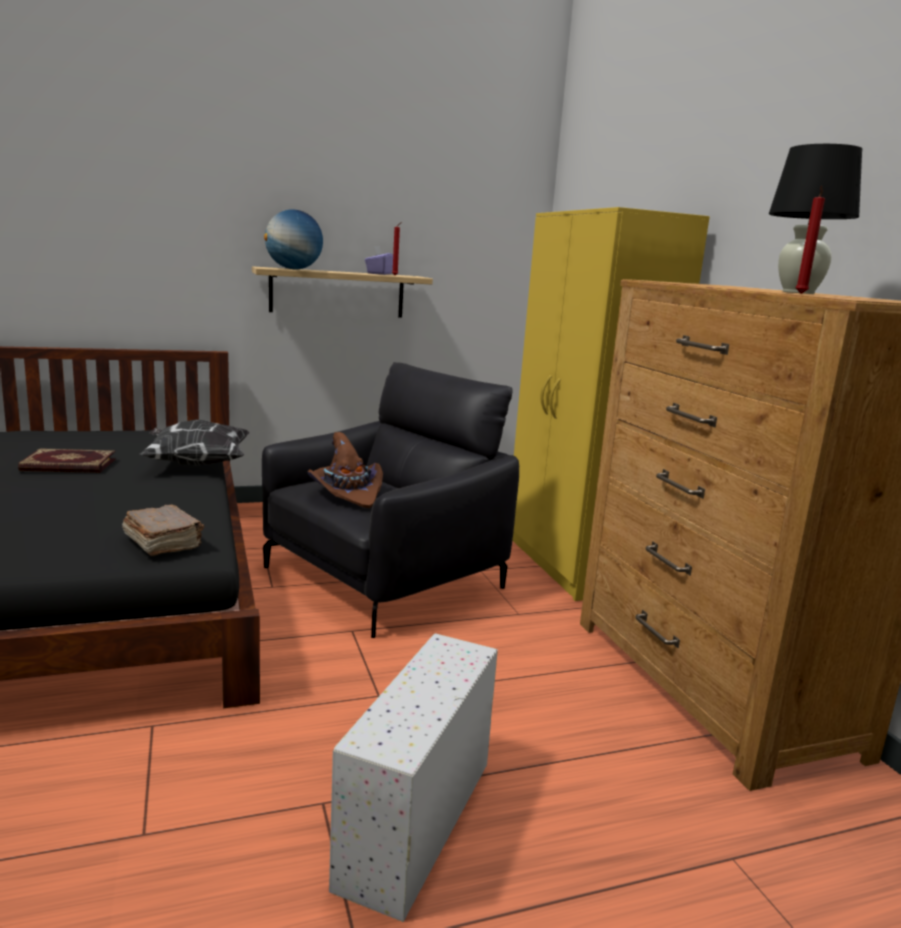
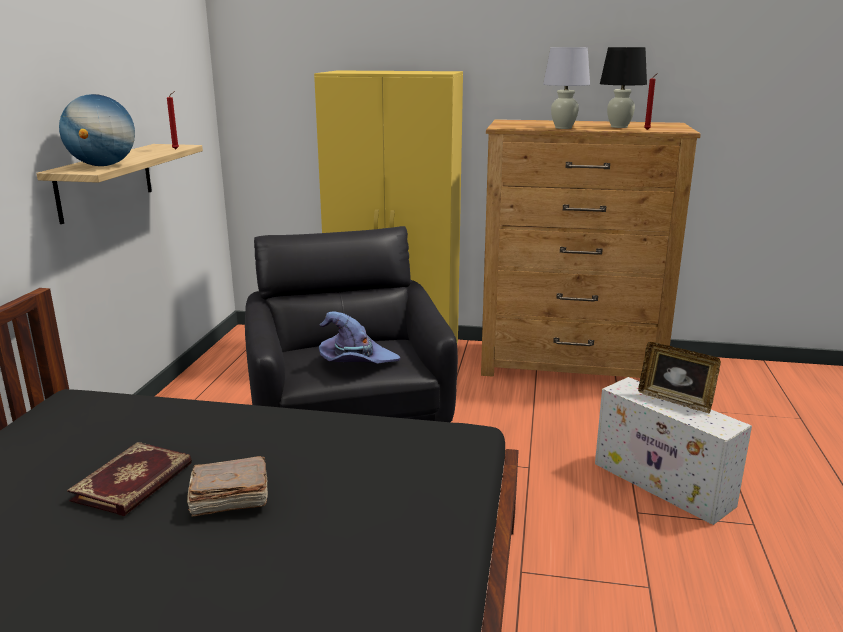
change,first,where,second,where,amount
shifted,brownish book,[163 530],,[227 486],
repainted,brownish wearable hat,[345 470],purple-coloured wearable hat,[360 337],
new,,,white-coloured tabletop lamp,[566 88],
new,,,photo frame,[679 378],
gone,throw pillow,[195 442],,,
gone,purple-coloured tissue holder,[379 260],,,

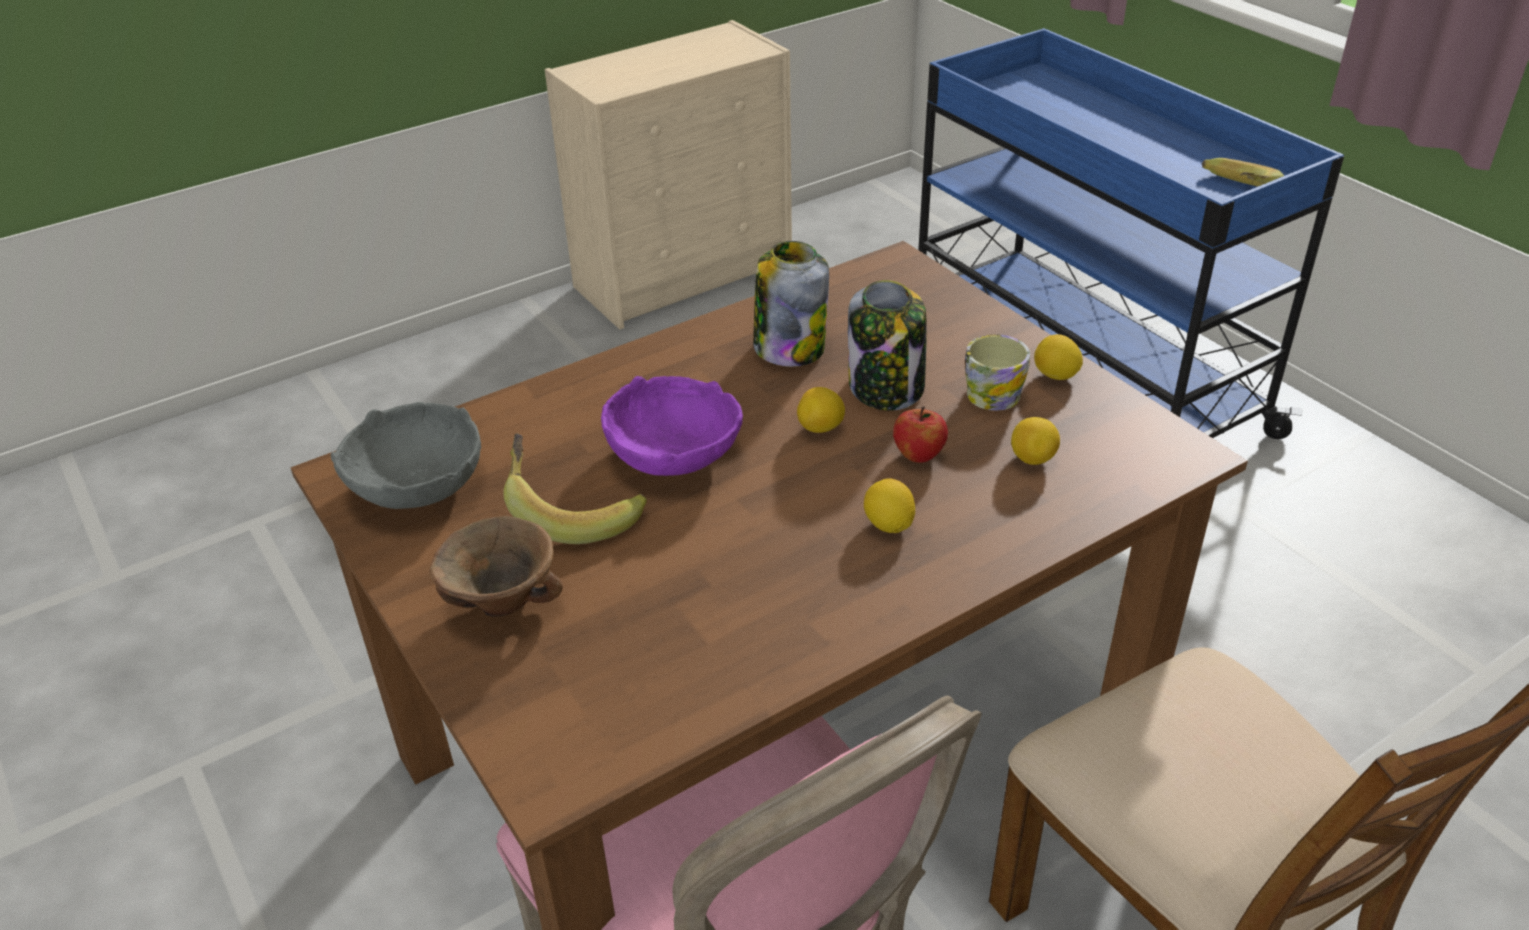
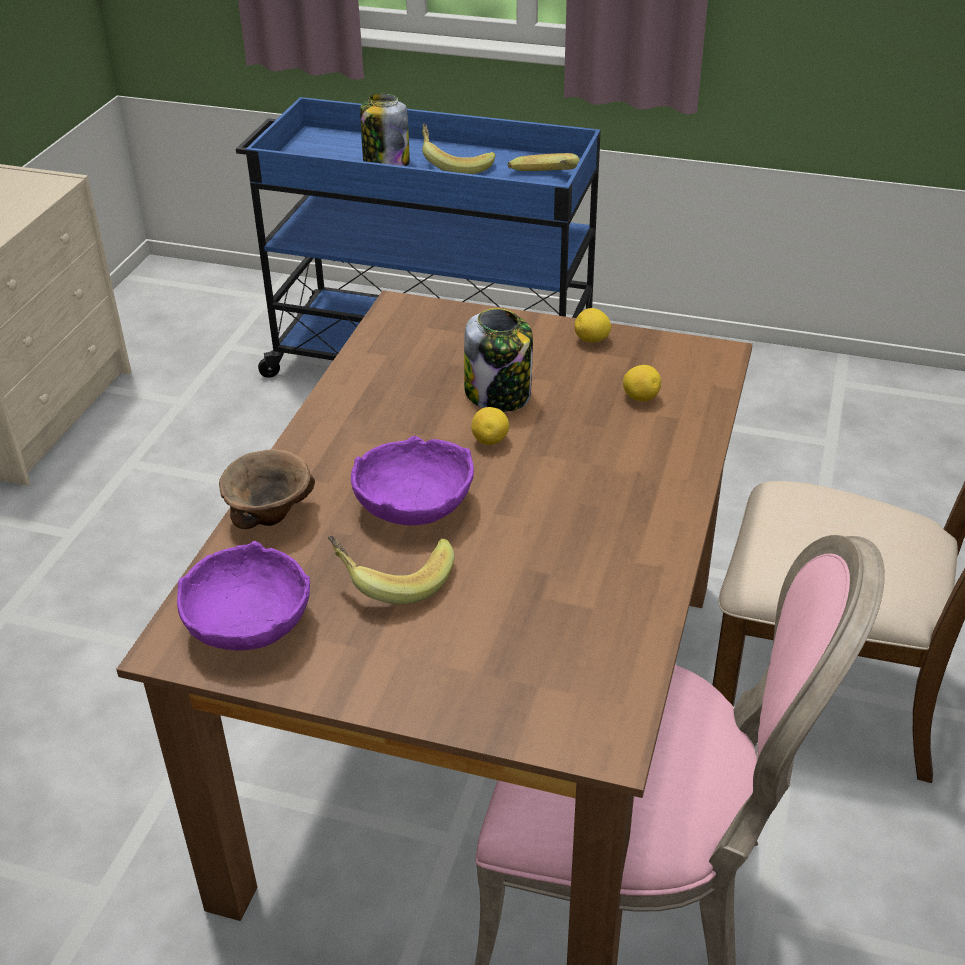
change,first,where,second,where,amount
repainted,grey serving bowl,[406 455],purple-coloured serving bowl,[243 596],
shifted,brownish serving bowl,[496 566],,[267 489],
shifted,jar,[791 304],,[385 129],
new,,,banana fruit,[459 149],
gone,whole lemon,[889 505],,,
gone,whole apple,[920 434],,,
gone,tea mug,[997 372],,,

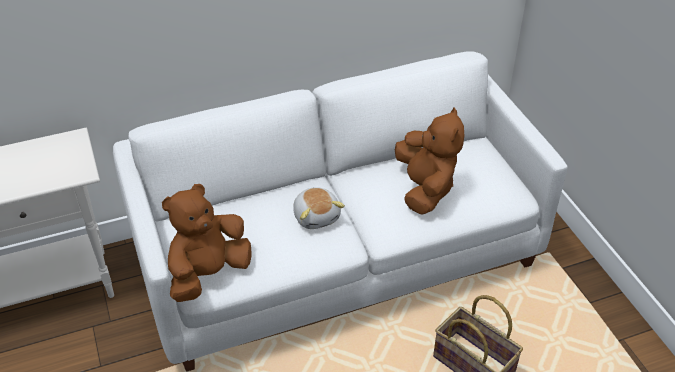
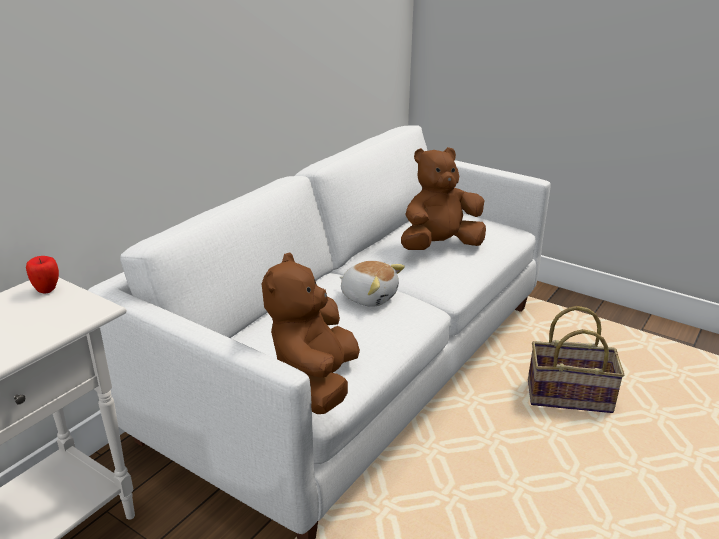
change,first,where,second,where,amount
new,,,whole apple,[42 275],
rotated,brownish plush toy,[429 161],,[443 198],75 degrees counterclockwise

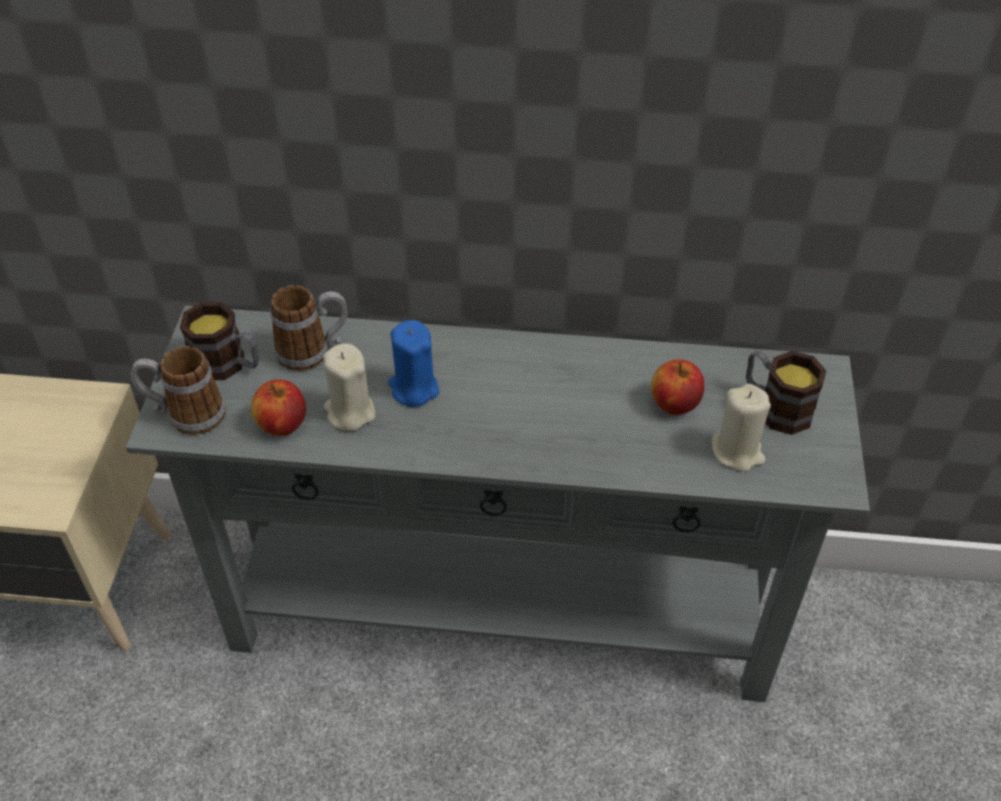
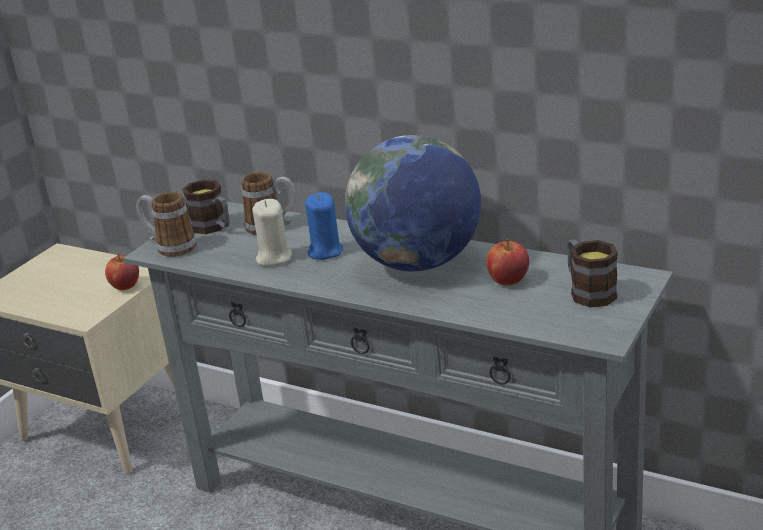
change,first,where,second,where,amount
shifted,whole apple,[278 407],,[122 271],
new,,,desk globe,[413 203],
gone,beige-coloured wax light,[741 428],,,

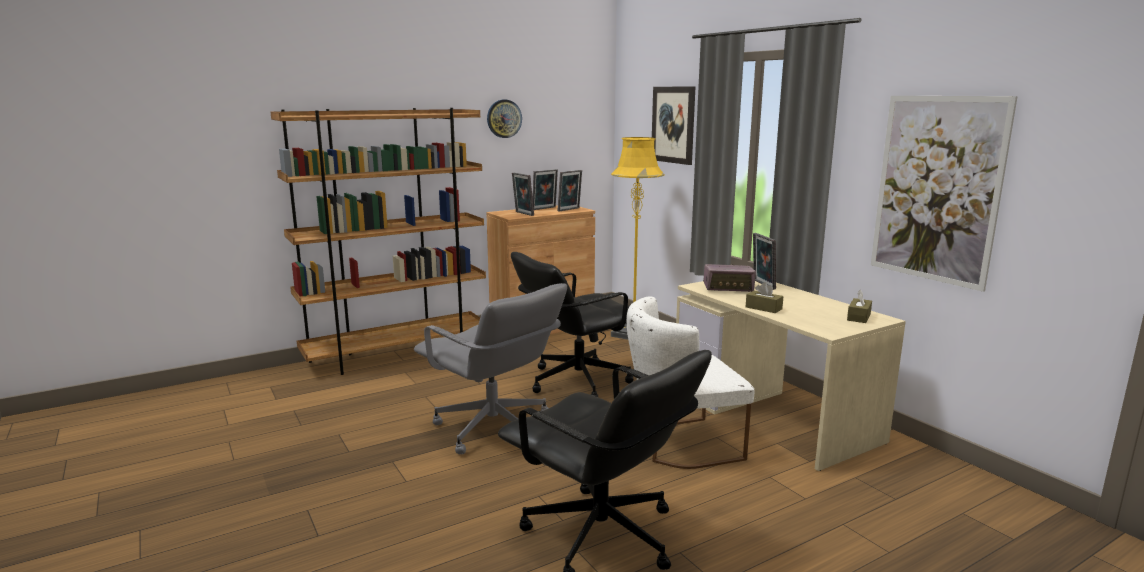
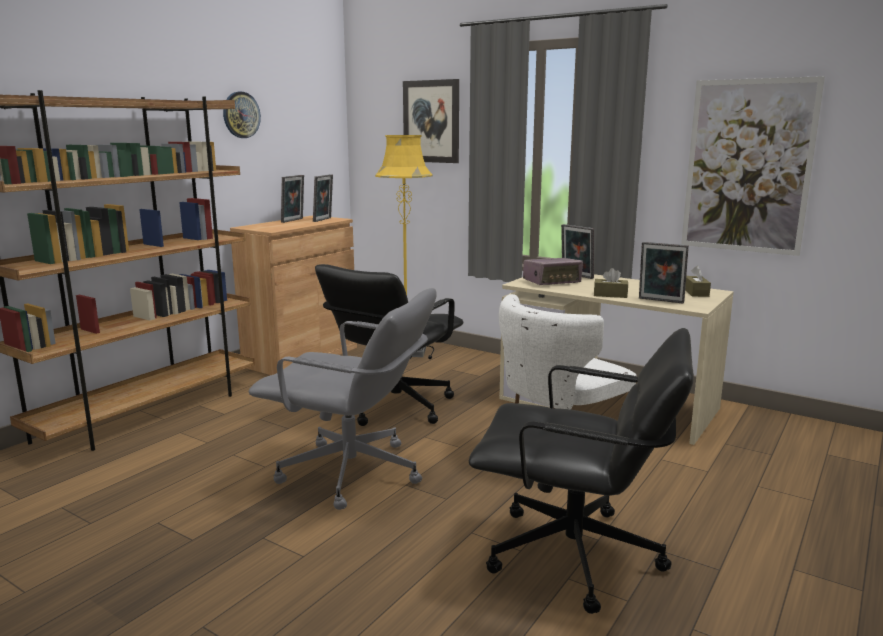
change,first,where,second,where,amount
shifted,photo frame,[523 194],,[664 273],

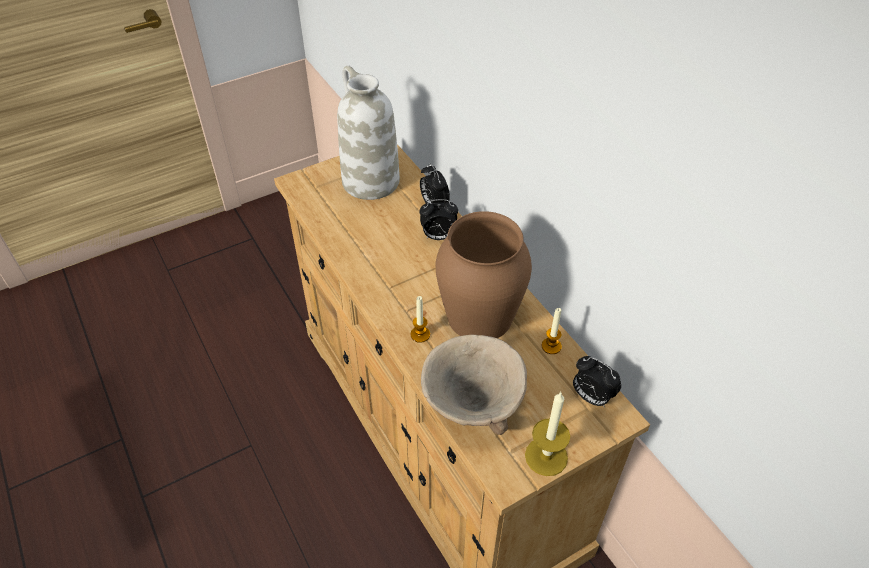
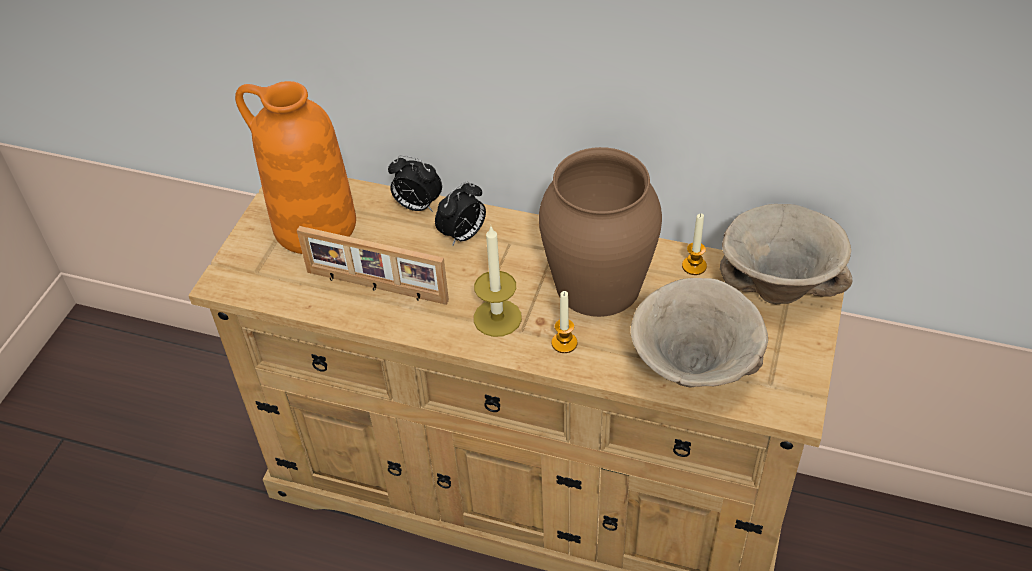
change,first,where,second,where,amount
repainted,white-coloured flower vase,[368 132],orangey flower vase,[295 167],
new,,,photo frame,[373 265],
shifted,wax light,[547 433],,[498 281],
swapped,bedside clock,[597 381],beige-coloured serving bowl,[786 254],

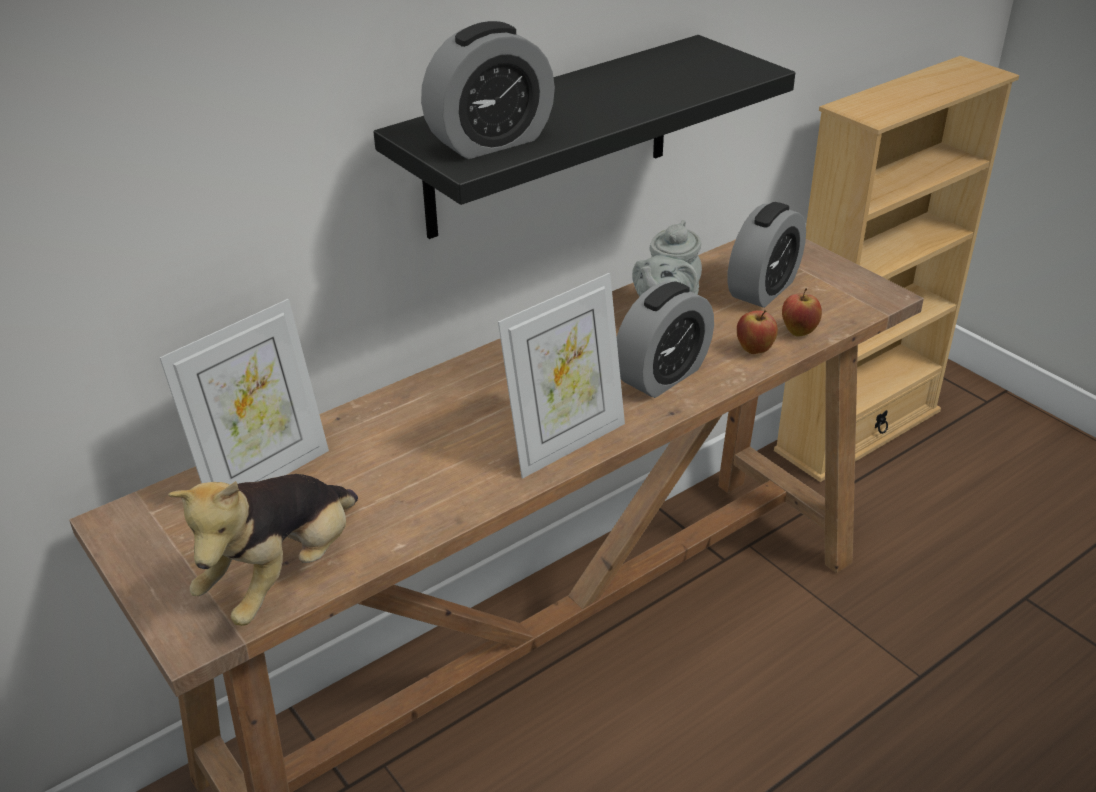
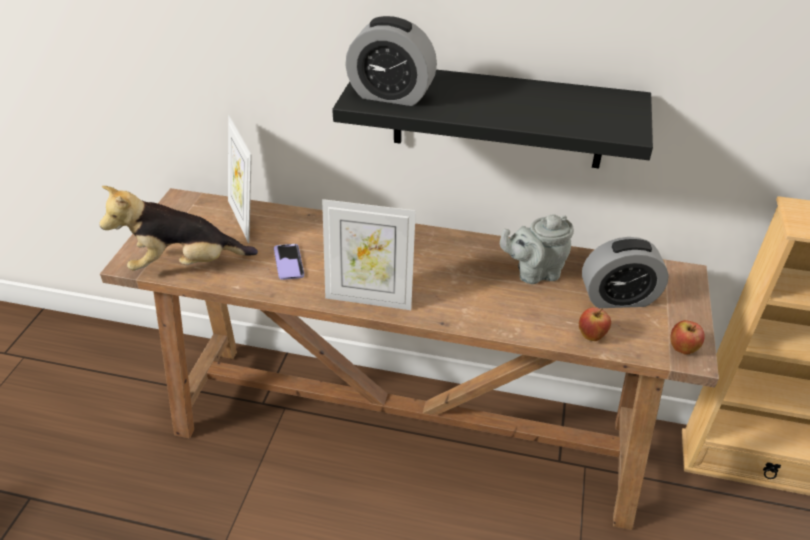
change,first,where,second,where,amount
rotated,photo frame,[244 391],,[240 179],60 degrees clockwise
new,,,telephone,[289 262],
shifted,whole apple,[757 332],,[687 337],
gone,bedside clock,[665 339],,,

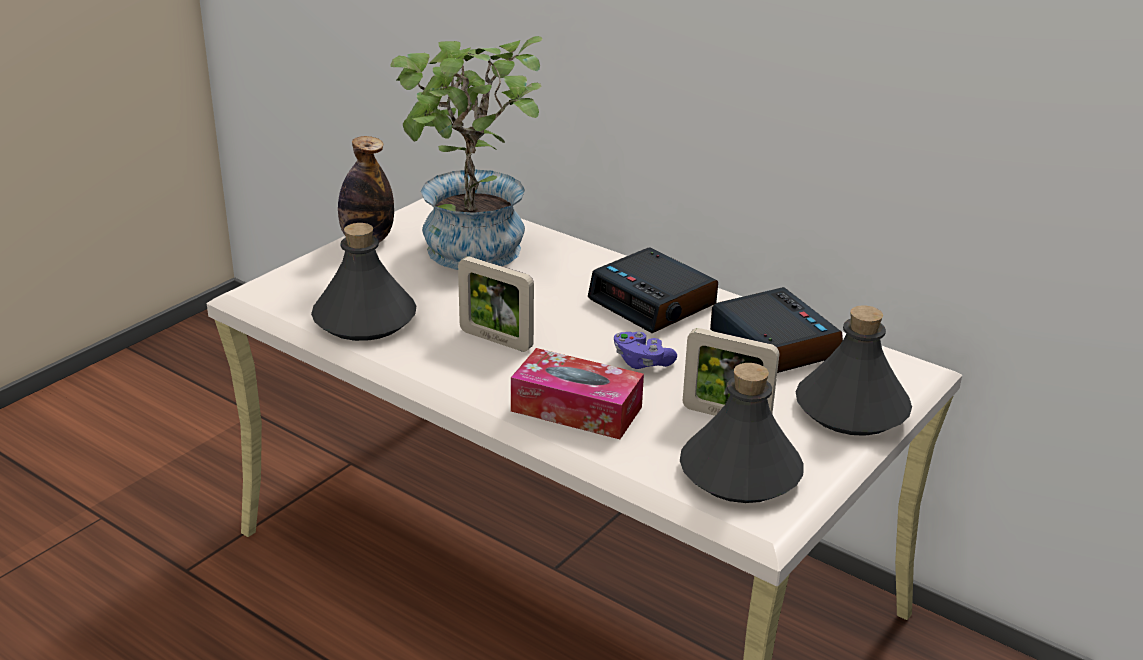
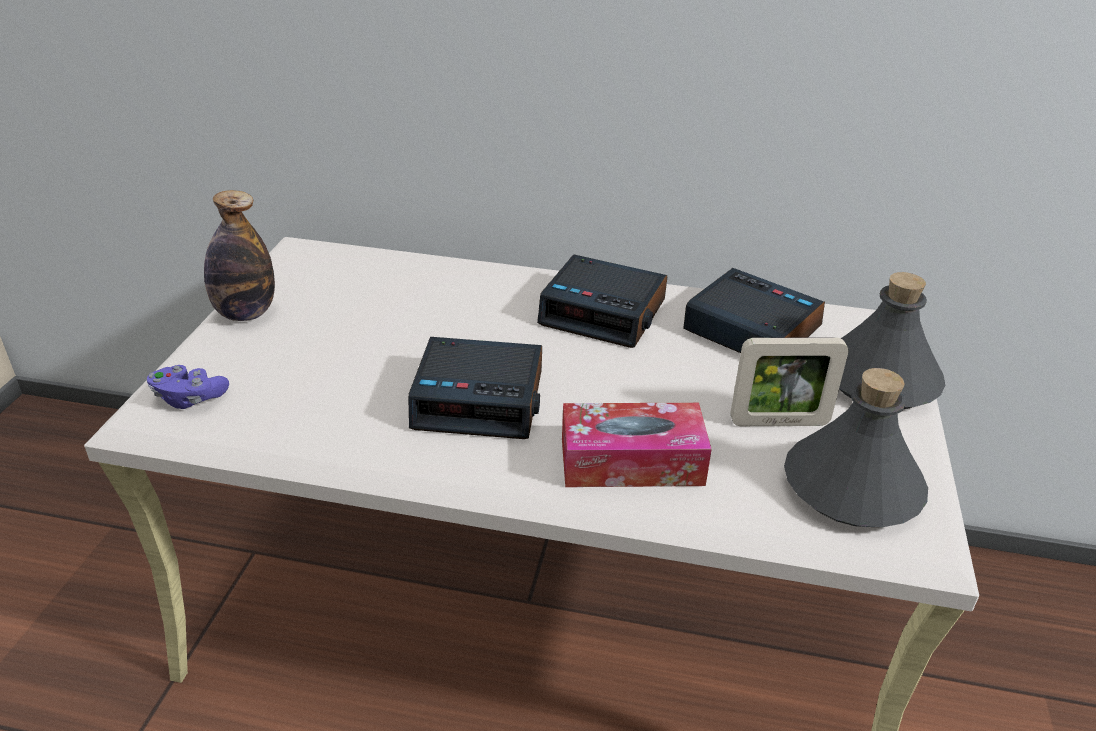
change,first,where,second,where,amount
shifted,purple-coloured game controller,[645 350],,[188 387],
swapped,photo frame,[496 304],bedside clock,[475 388],
gone,grey bottle,[363 282],,,
gone,potted plant,[466 153],,,

